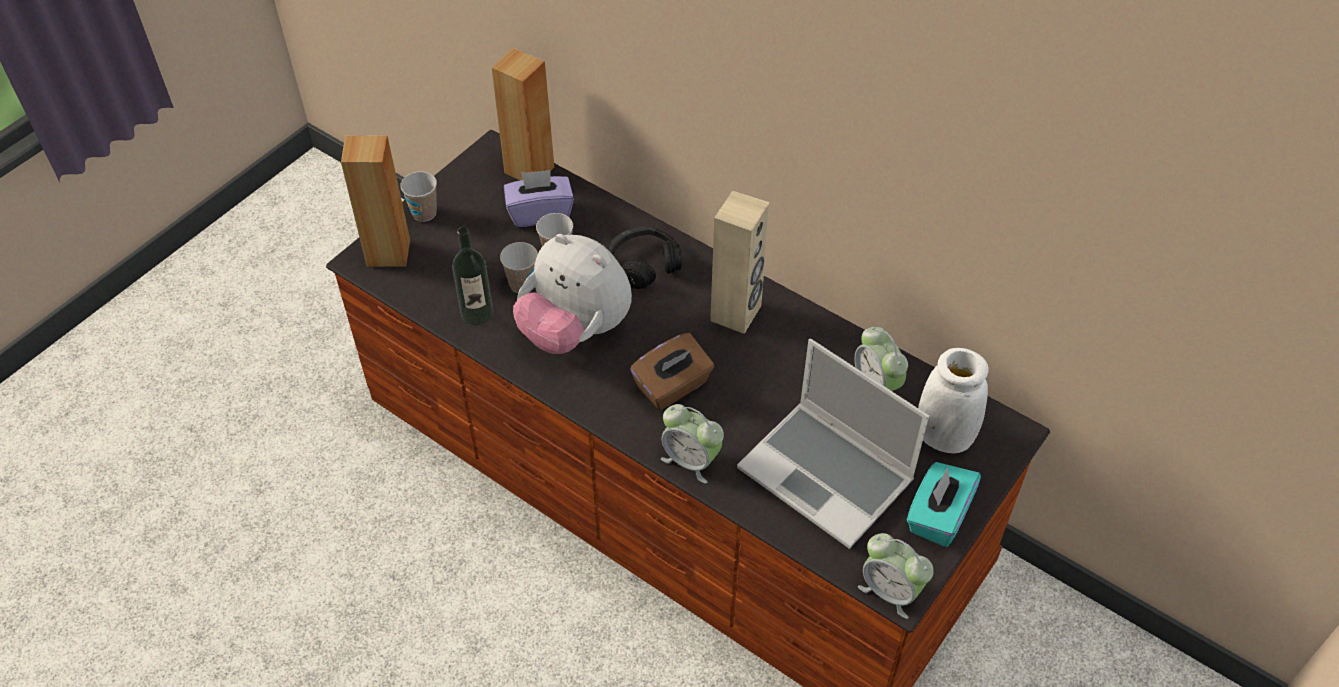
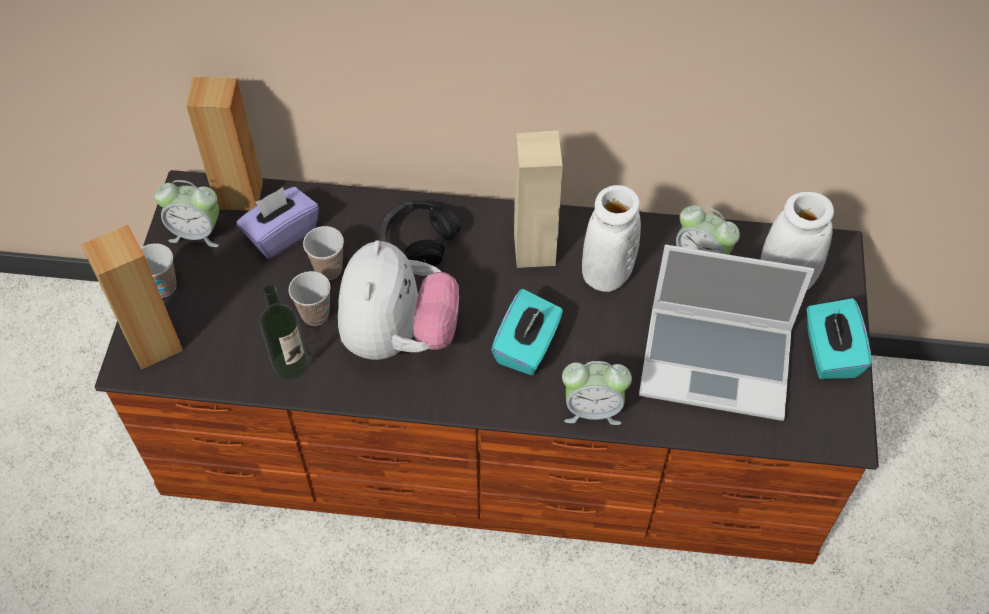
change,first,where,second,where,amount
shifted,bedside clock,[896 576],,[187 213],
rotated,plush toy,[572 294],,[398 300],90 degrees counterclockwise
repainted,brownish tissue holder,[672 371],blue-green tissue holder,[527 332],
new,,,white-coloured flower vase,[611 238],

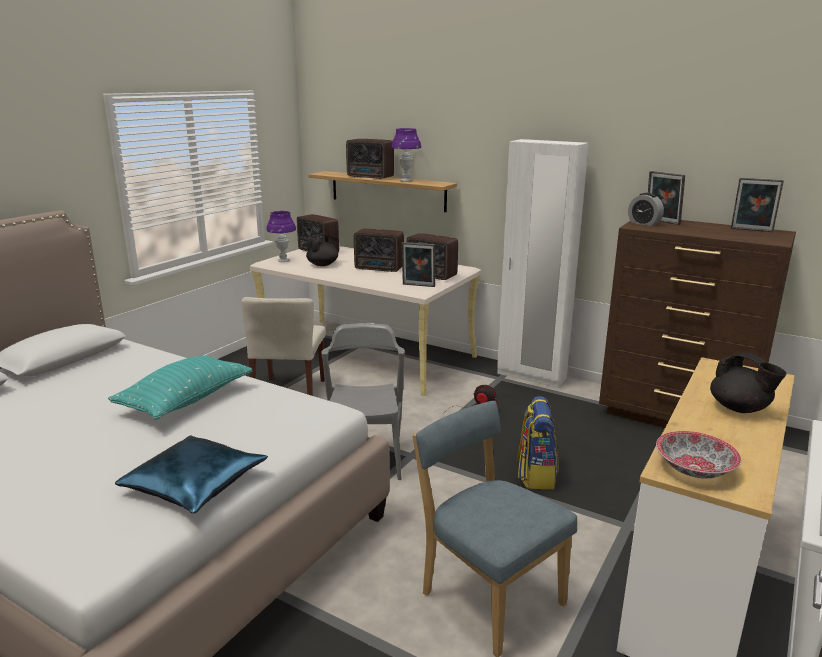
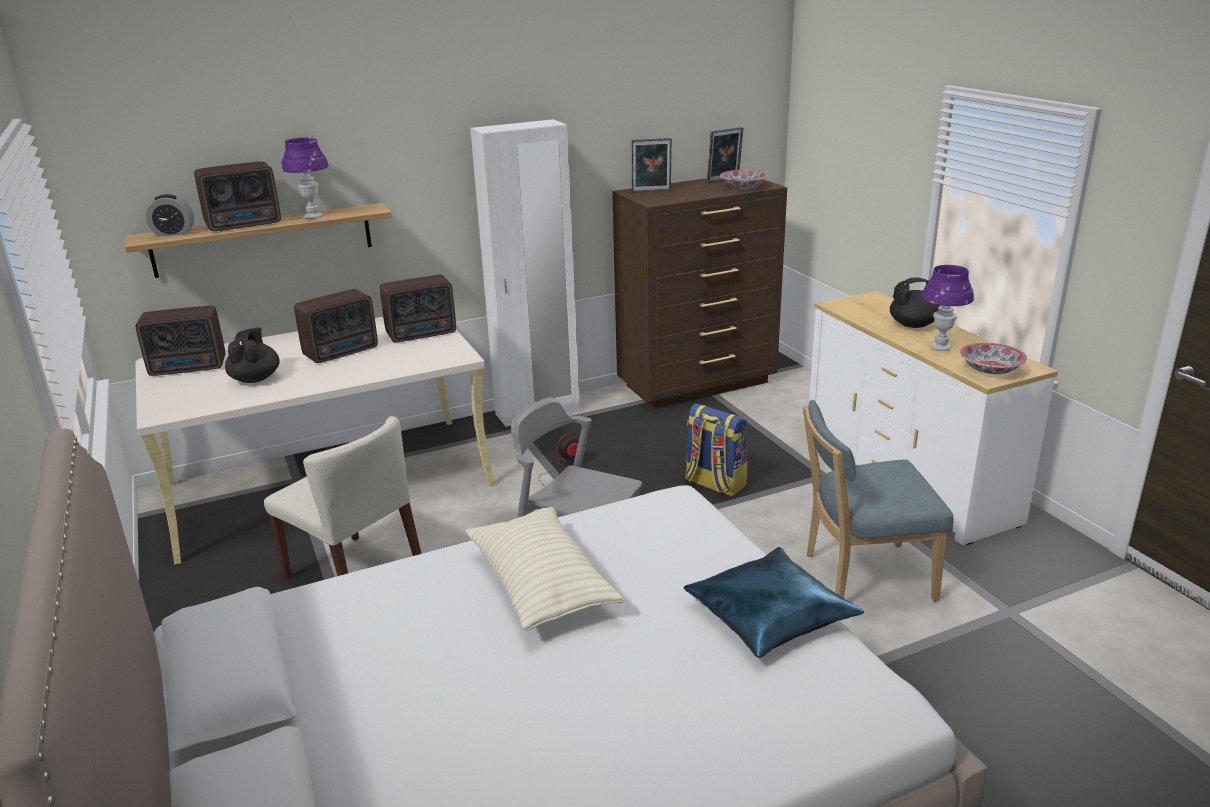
change,first,where,second,where,amount
shifted,bedside clock,[646 209],,[170 215],
repainted,blue-green throw pillow,[180 387],beige-coloured throw pillow,[545 568],
new,,,serving bowl,[744 179],
shifted,purple-coloured tabletop lamp,[281 236],,[948 308],
gone,photo frame,[418 264],,,

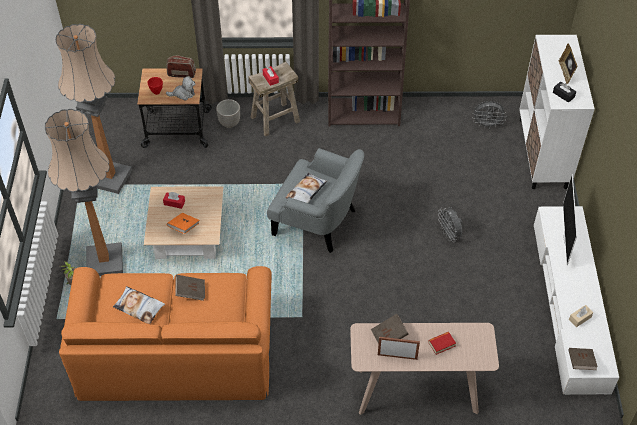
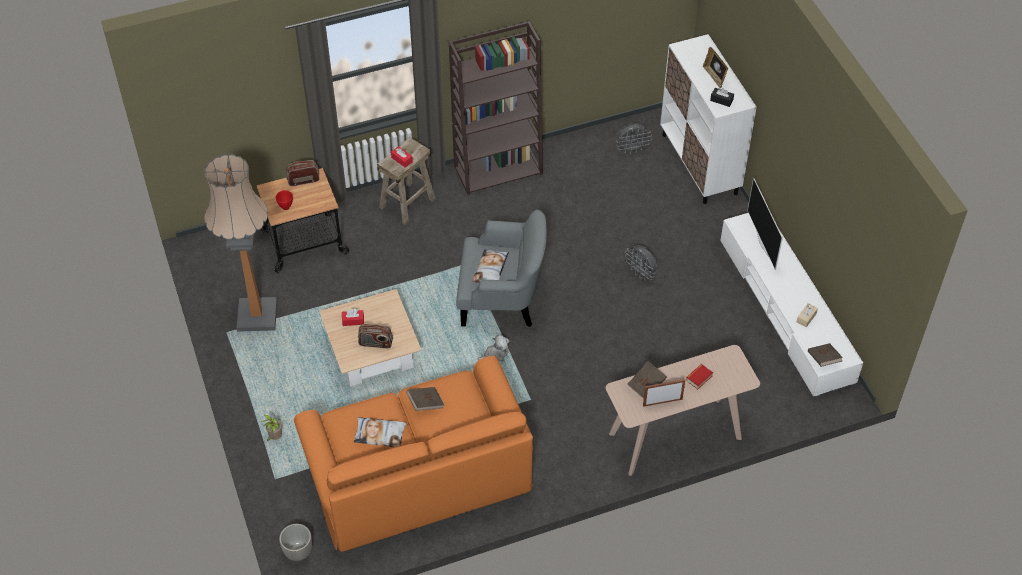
change,first,where,second,where,amount
shifted,flower pot,[228 113],,[295 542],
swapped,orangey book,[183 223],radio set,[375 336],
shifted,plush toy,[180 88],,[493 347],
gone,standard lamp,[84 192],,,

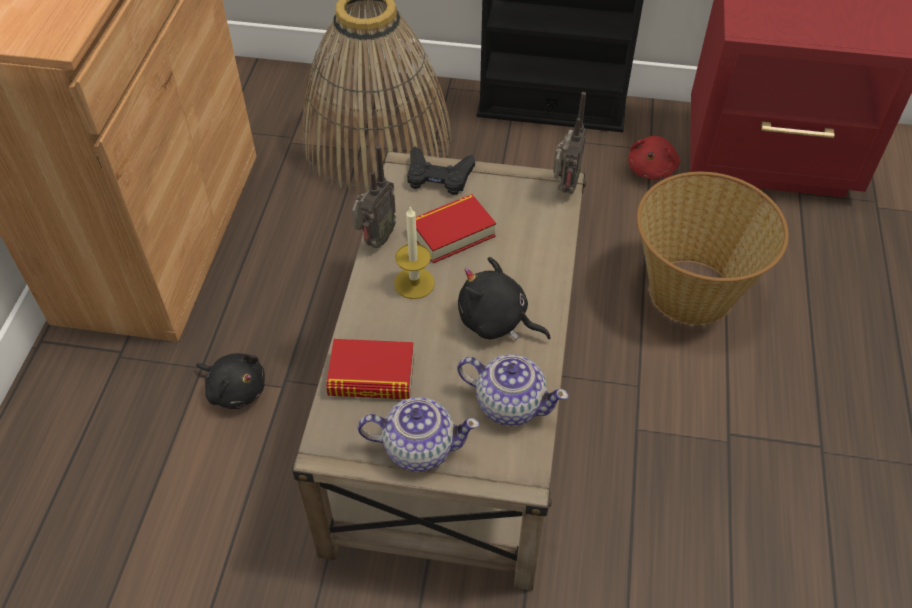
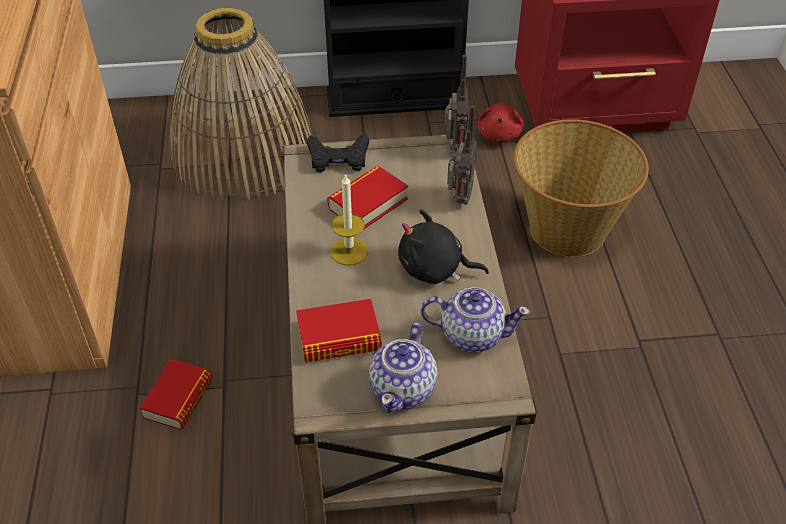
change,first,where,second,where,amount
swapped,blackish plush toy,[230 381],book,[176 394],
rotated,teapot,[419 434],,[403 367],120 degrees clockwise
shifted,radio set,[374 196],,[462 155],

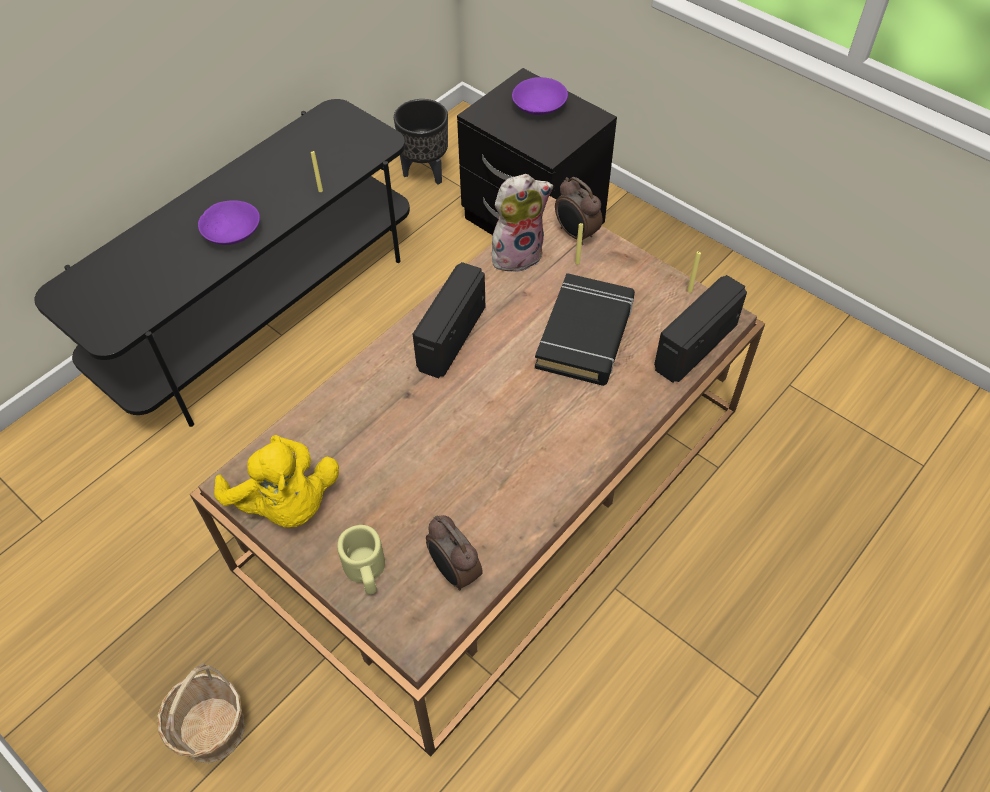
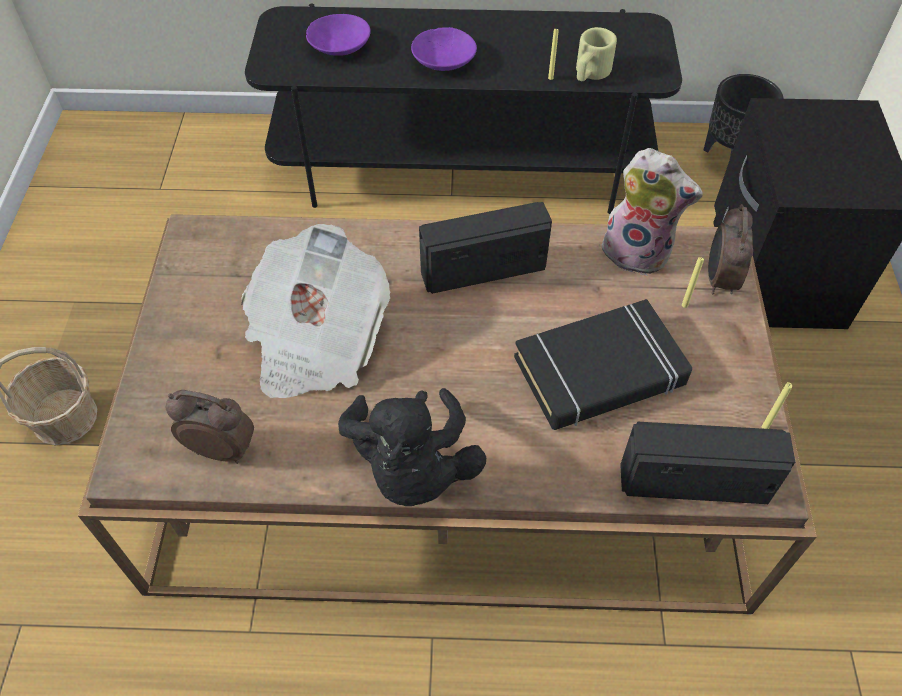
change,first,where,second,where,amount
rotated,bedside clock,[454 552],,[210 427],90 degrees clockwise
new,,,newspaper,[315 311],
shifted,purple-coloured serving bowl,[540 96],,[338 35],
new,,,blackish plush toy,[412 447],
shifted,beige-coloured tea mug,[361 560],,[596 54],
gone,yellow plush toy,[276 481],,,

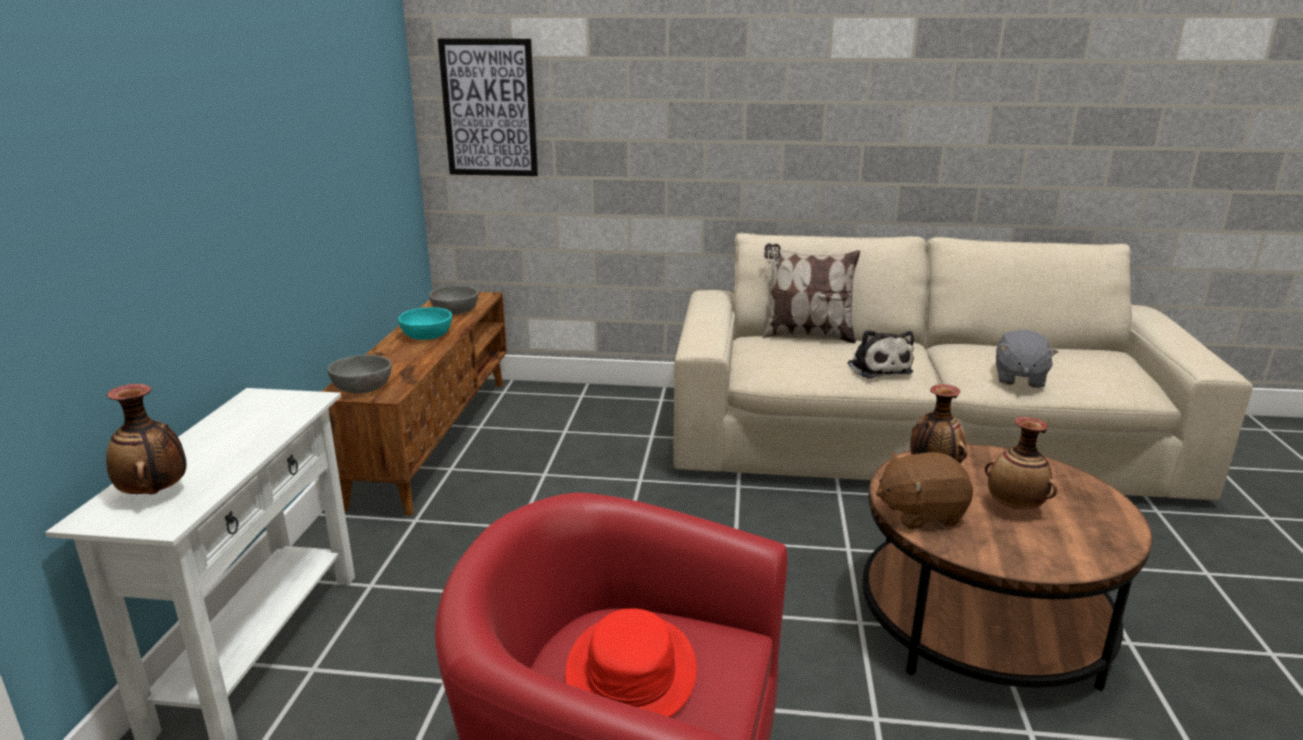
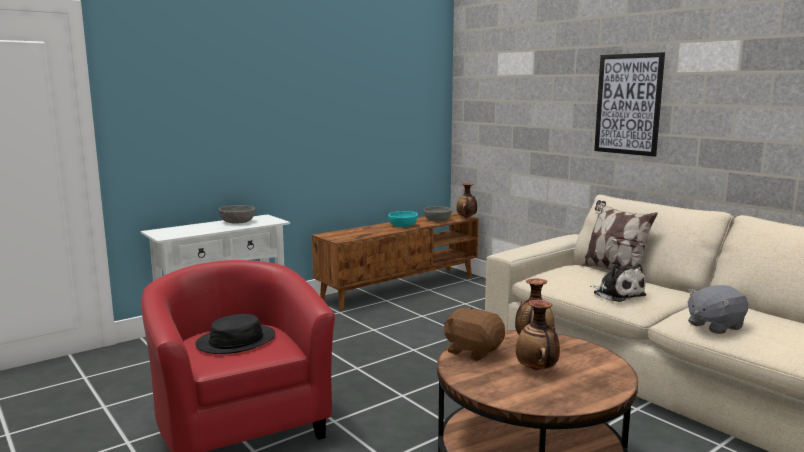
change,first,where,second,where,amount
repainted,red wearable hat,[631 662],blackish wearable hat,[235 334],
shifted,grey serving bowl,[359 374],,[237 214],
shifted,flower vase,[146 439],,[466 200],
rotated,plush toy,[881 354],,[618 283],60 degrees counterclockwise
shifted,wall art,[488 107],,[629 104],

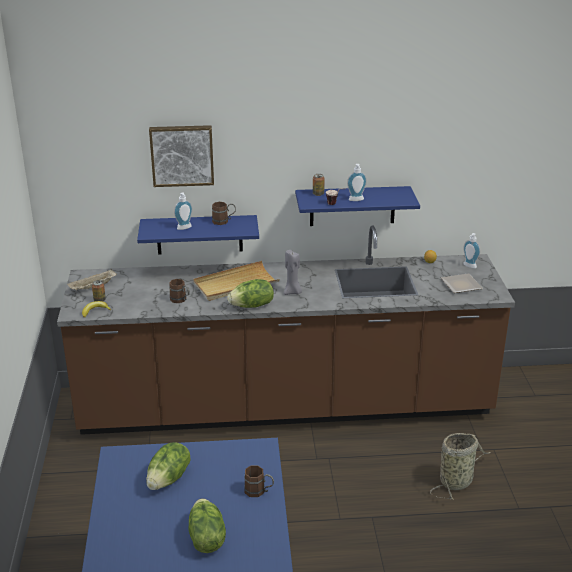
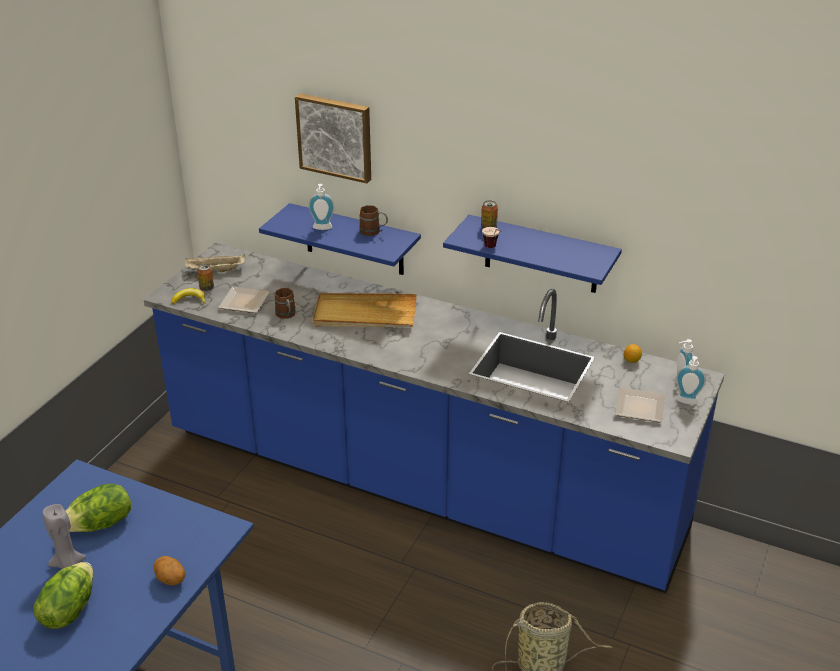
change,first,where,second,where,amount
shifted,grey wax light,[293 272],,[64 536],
repainted,brownish kitchen counter,[286 330],bluish kitchen counter,[434 417],
swapped,brownish tea mug,[259 481],spud,[170 571],
new,,,flat dish,[244 300],
shifted,soap bottle,[357 182],,[691 380],
gone,lettuce,[250 293],,,

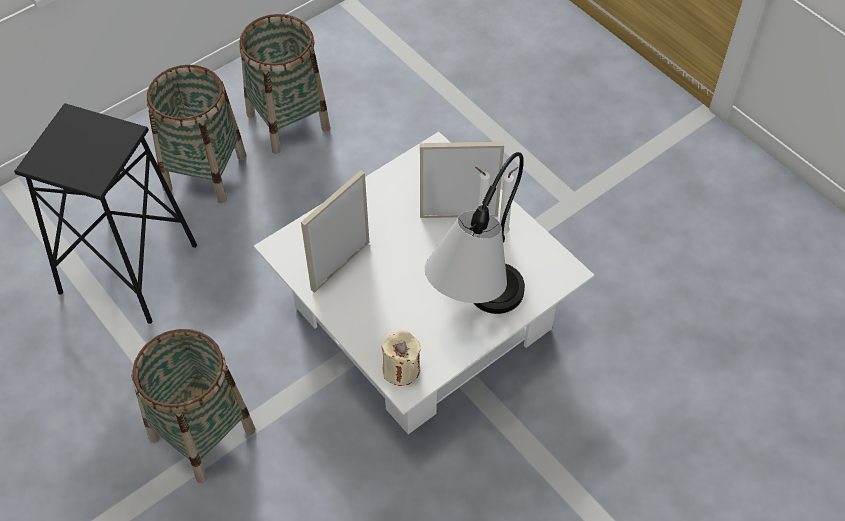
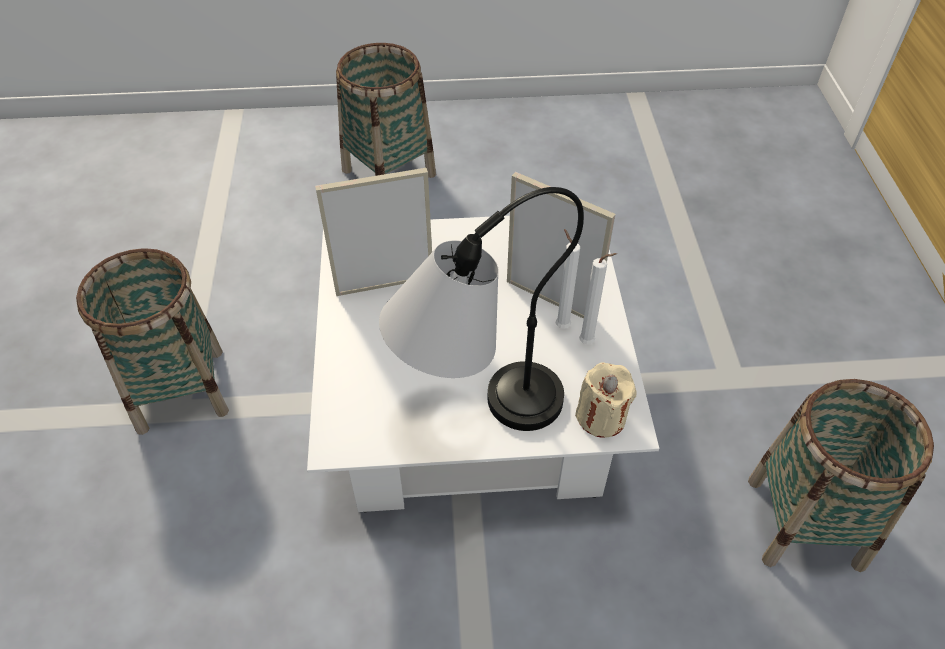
change,first,where,second,where,amount
shifted,beige-coloured wax light,[401 358],,[606 400],
shifted,household basket,[284 84],,[841 475],
gone,blackish stool,[105 213],,,

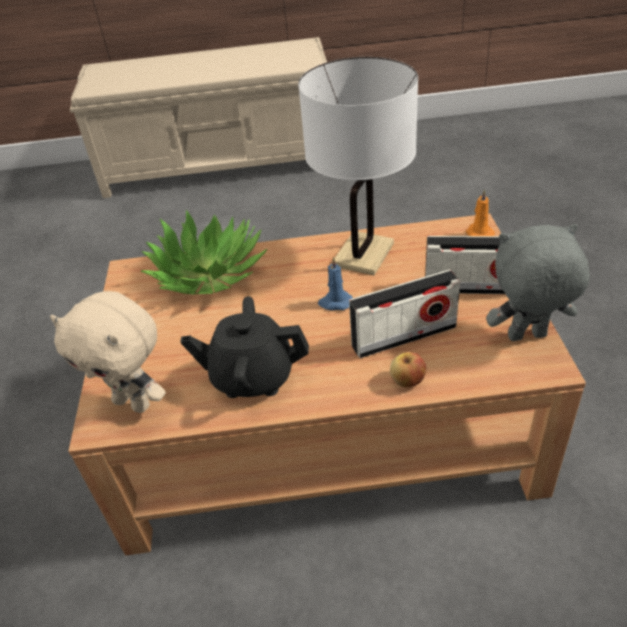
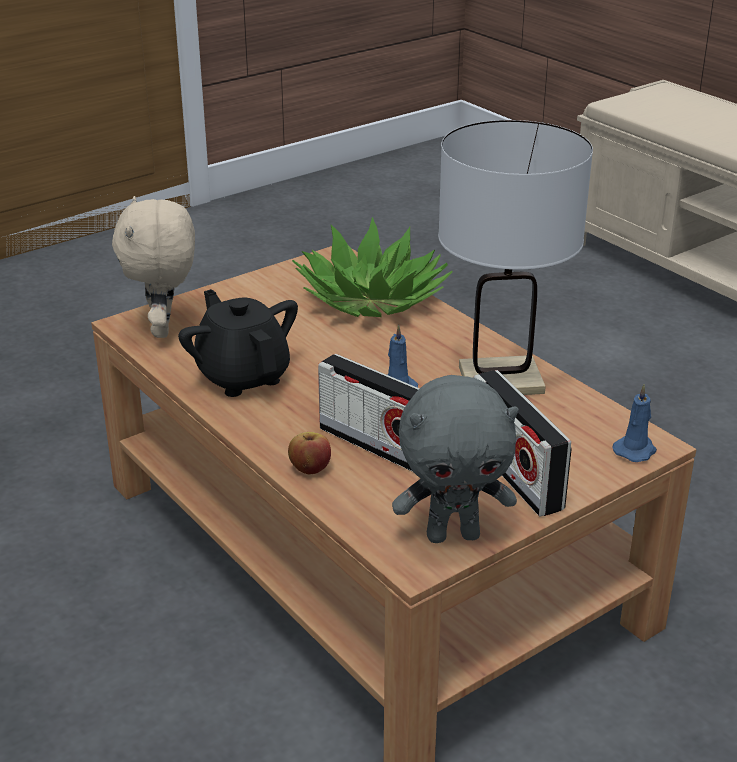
change,first,where,second,where,amount
rotated,grey plush toy,[538 282],,[455 459],120 degrees clockwise
repainted,orangey wax light,[480 212],bluish wax light,[635 423],

